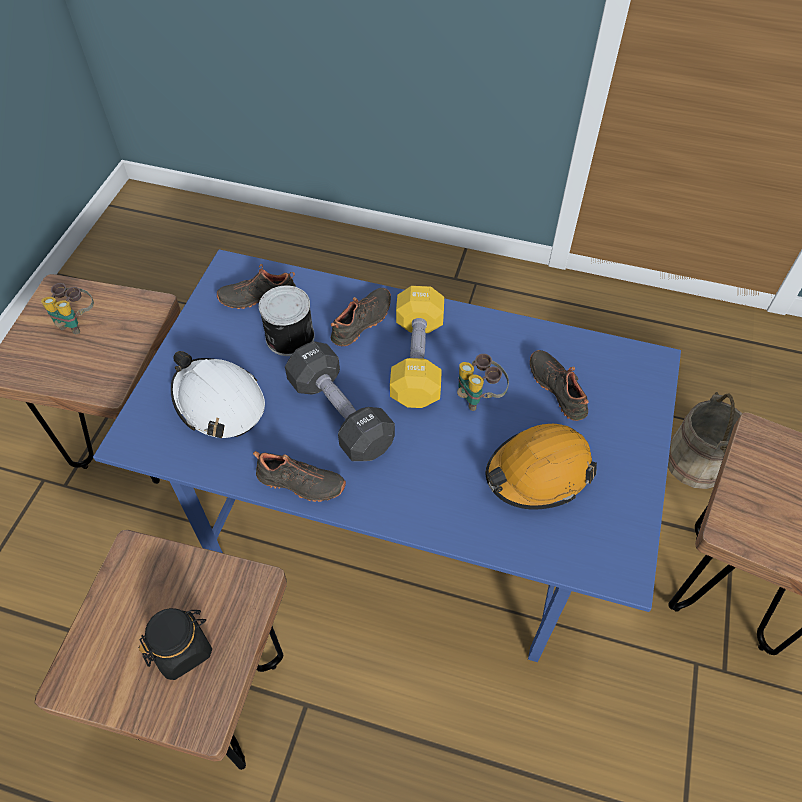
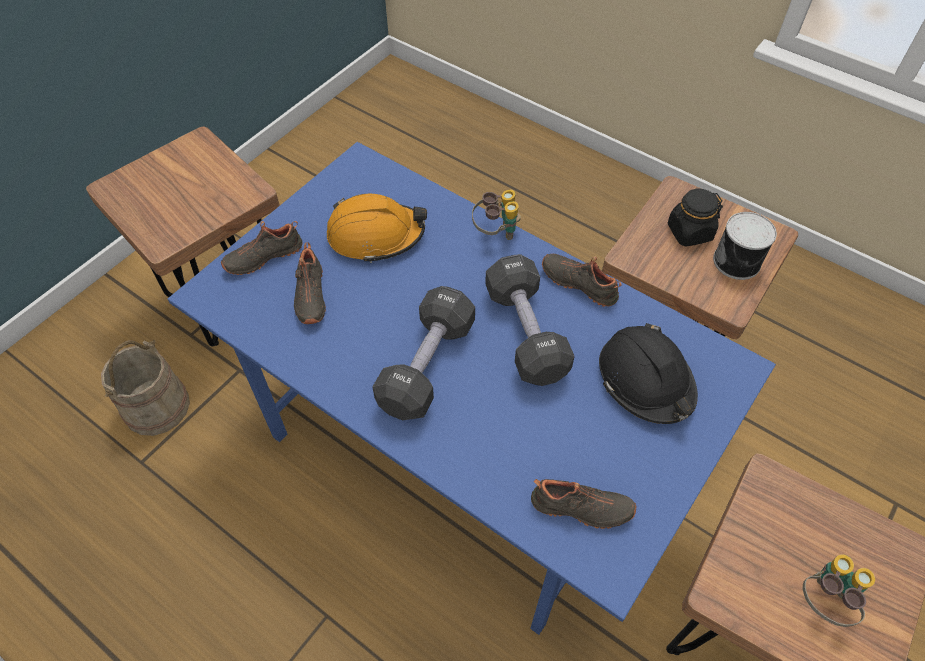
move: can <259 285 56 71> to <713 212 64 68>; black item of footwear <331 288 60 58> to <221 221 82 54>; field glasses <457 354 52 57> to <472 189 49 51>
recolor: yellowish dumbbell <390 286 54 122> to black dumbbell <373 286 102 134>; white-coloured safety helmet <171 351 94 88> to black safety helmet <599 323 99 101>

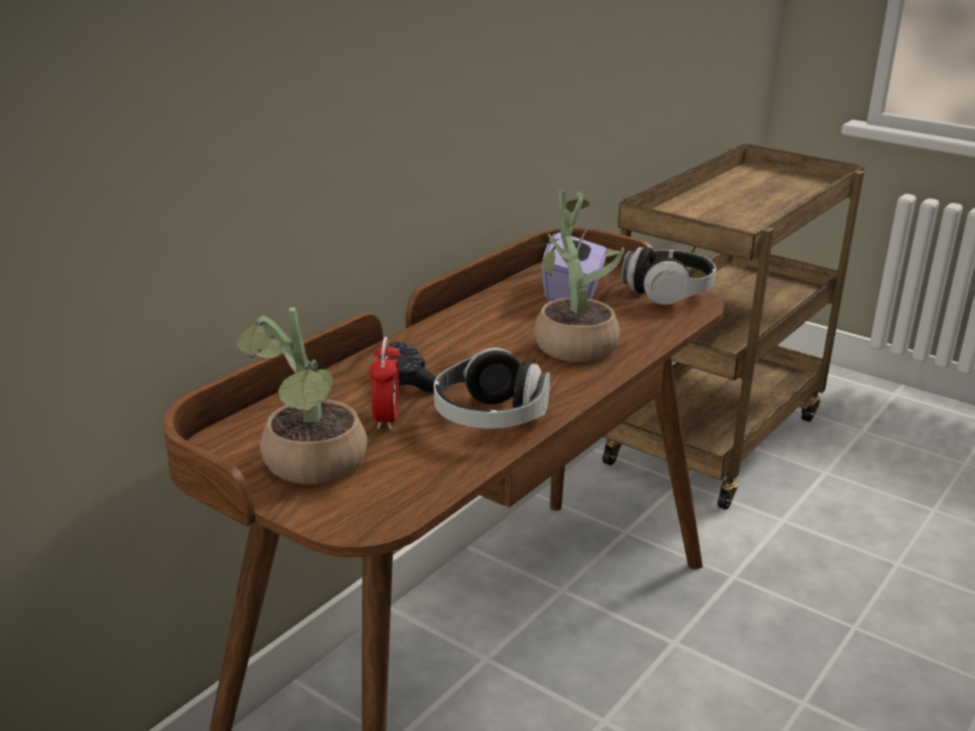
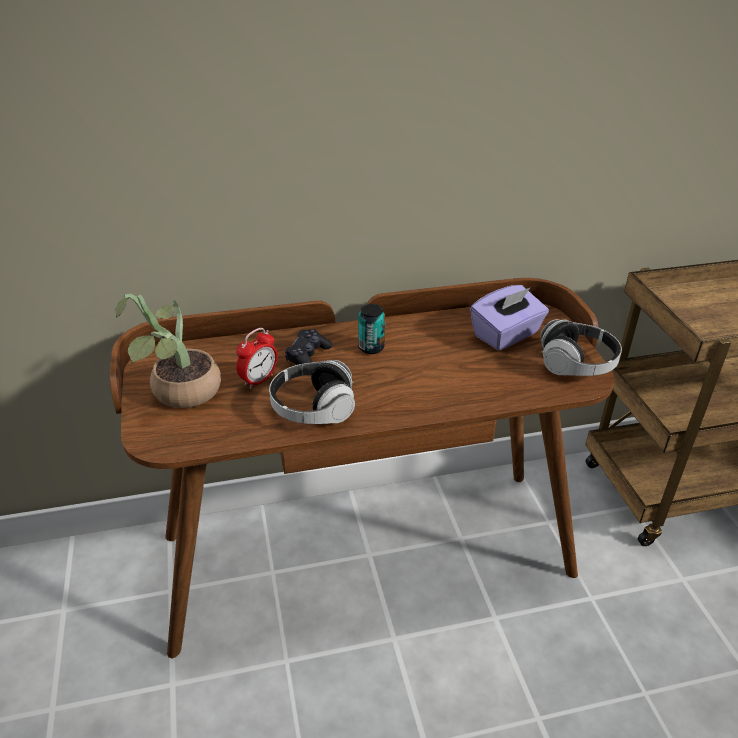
delete: houseplant <526 190 101 172>
insert: can <358 304 27 50>

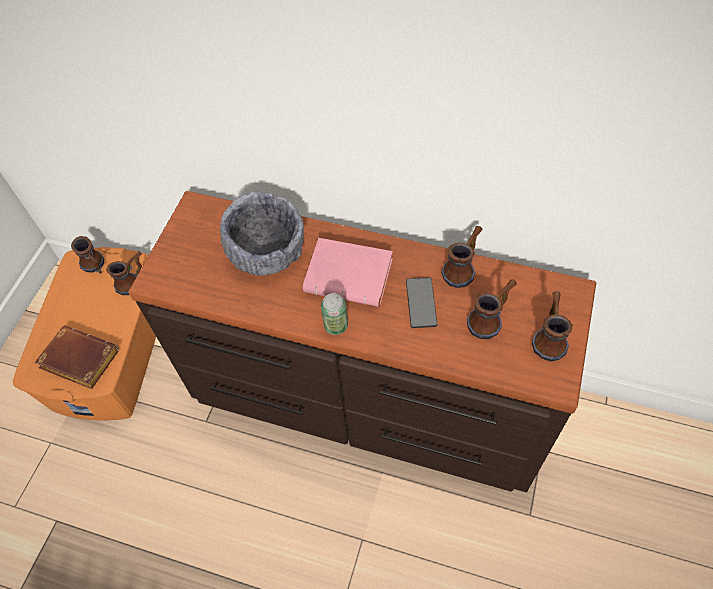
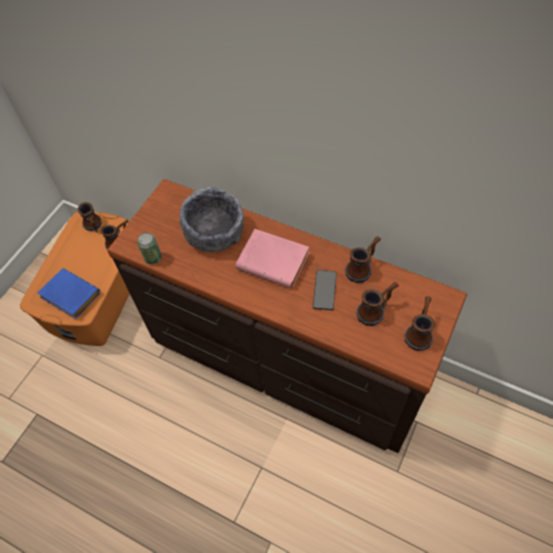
move: can <321 293 27 42> to <138 233 24 32>
recolor: brown-coloured bound book <34 326 85 63> to blue bound book <37 268 63 51>

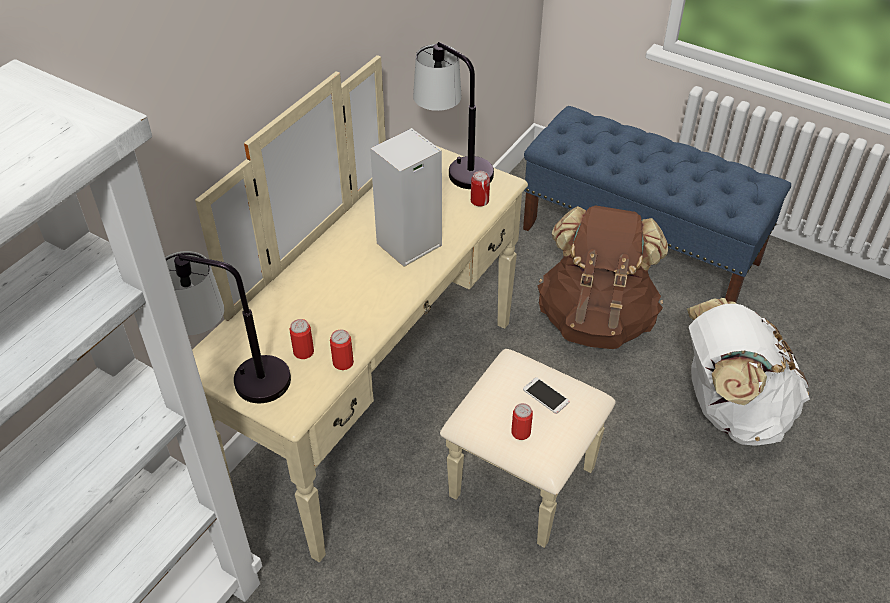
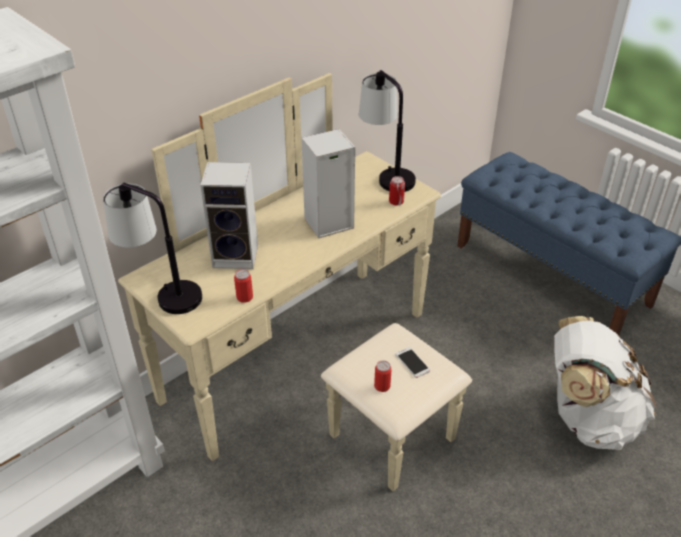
delete: brown-coloured rucksack <538 205 130 144>; can <290 319 24 40>
insert: audio speaker <200 162 58 107>

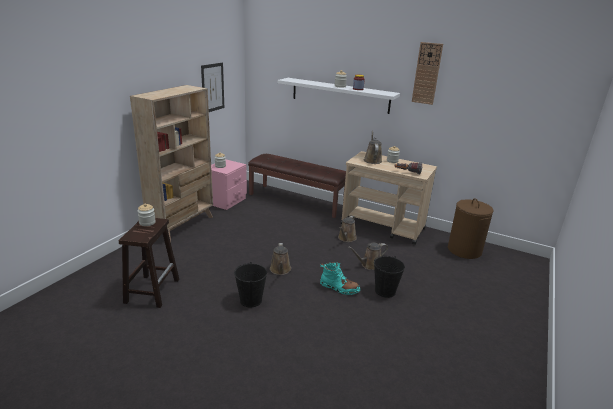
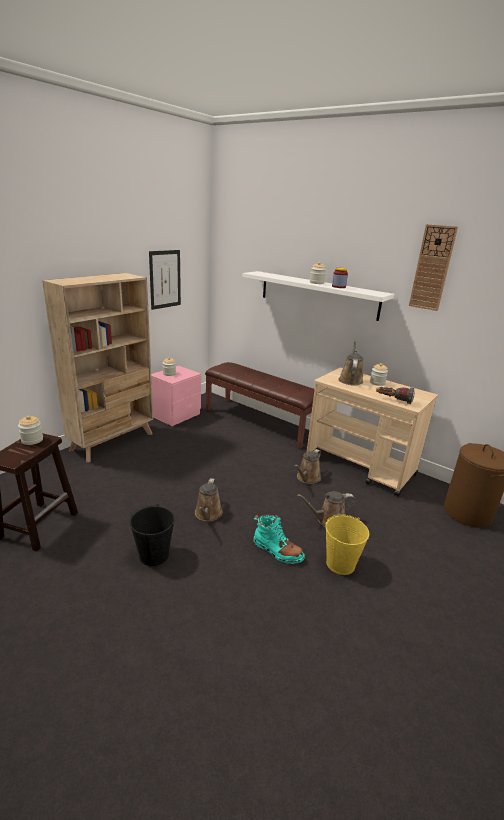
recolor: black water bucket <374 256 31 42> to yellowish water bucket <325 514 44 61>

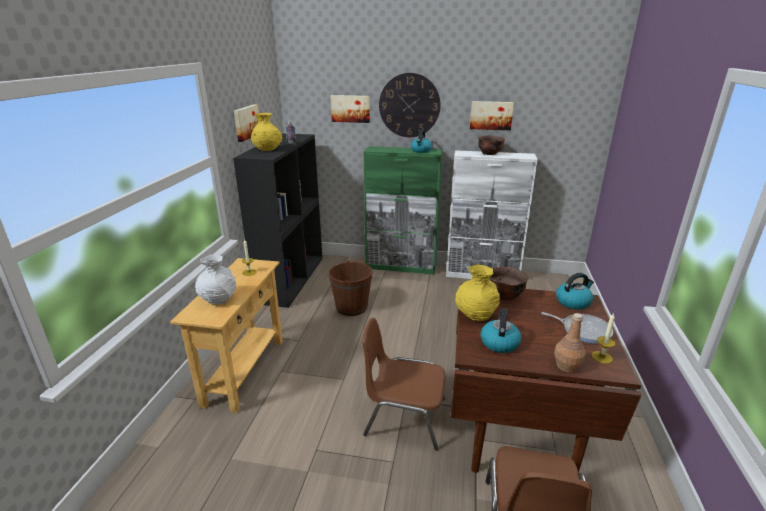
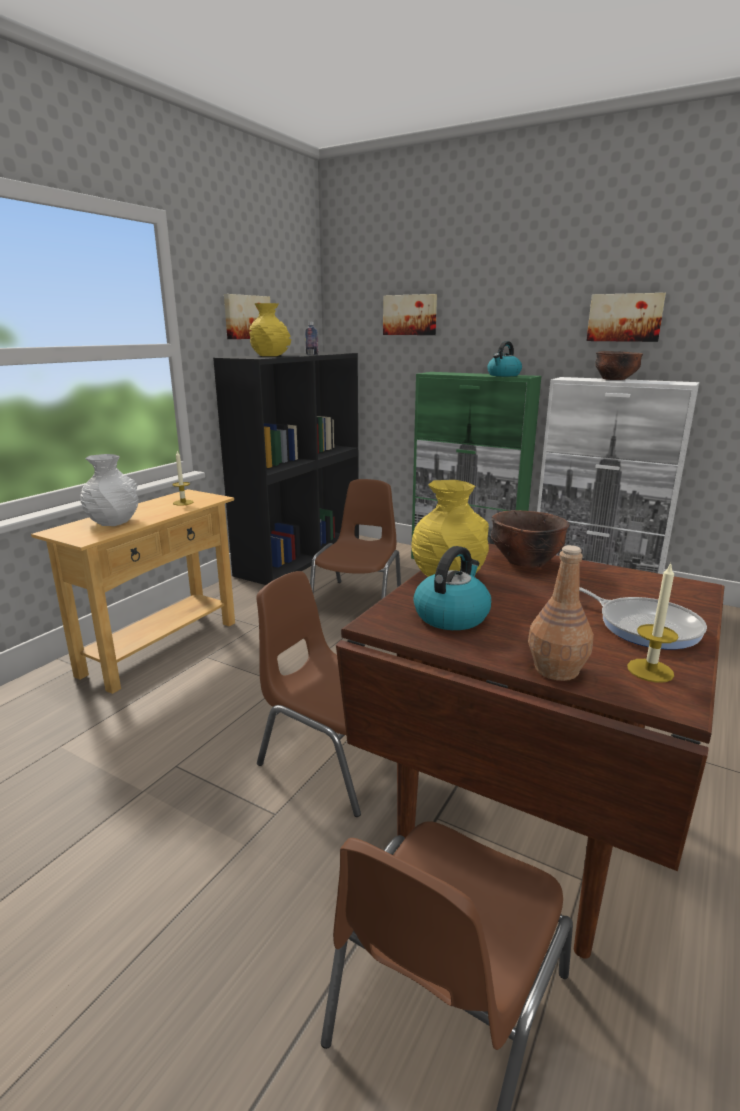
delete: wall clock <379 73 62 64>; water kettle <556 273 38 37>
replace: brown-coloured water bucket <328 260 45 56> to brown-coloured plain chair <310 479 91 120>

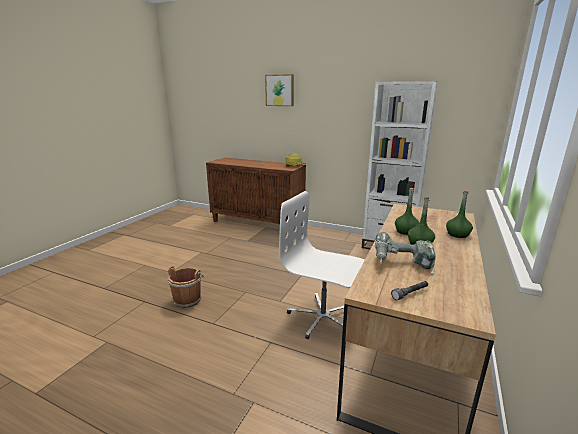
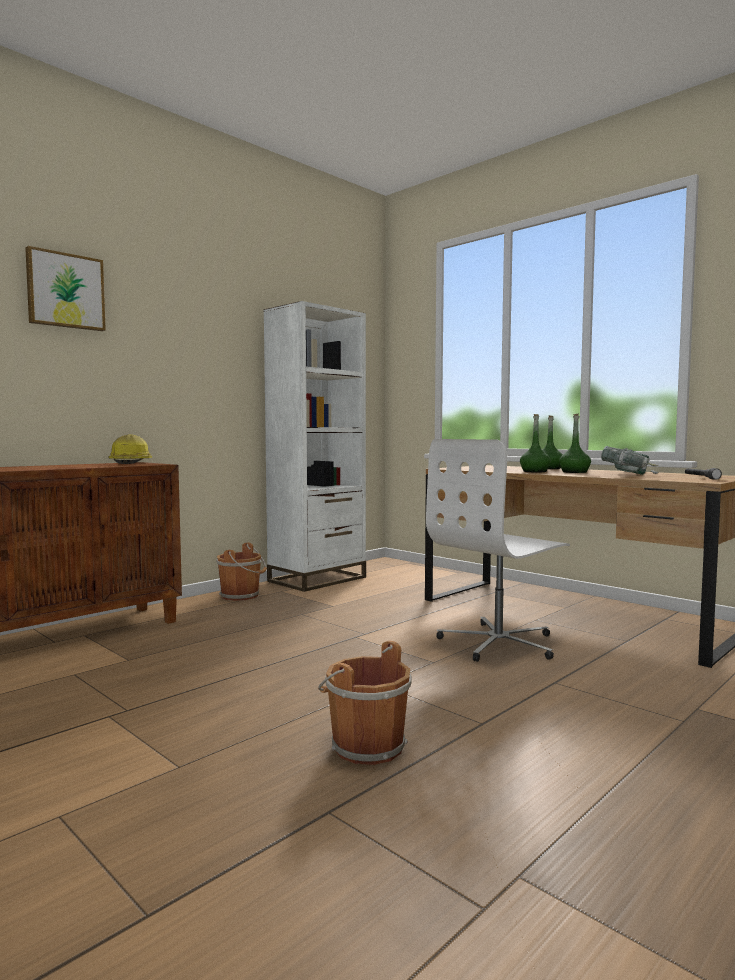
insert: brown-coloured water bucket <216 542 51 59>

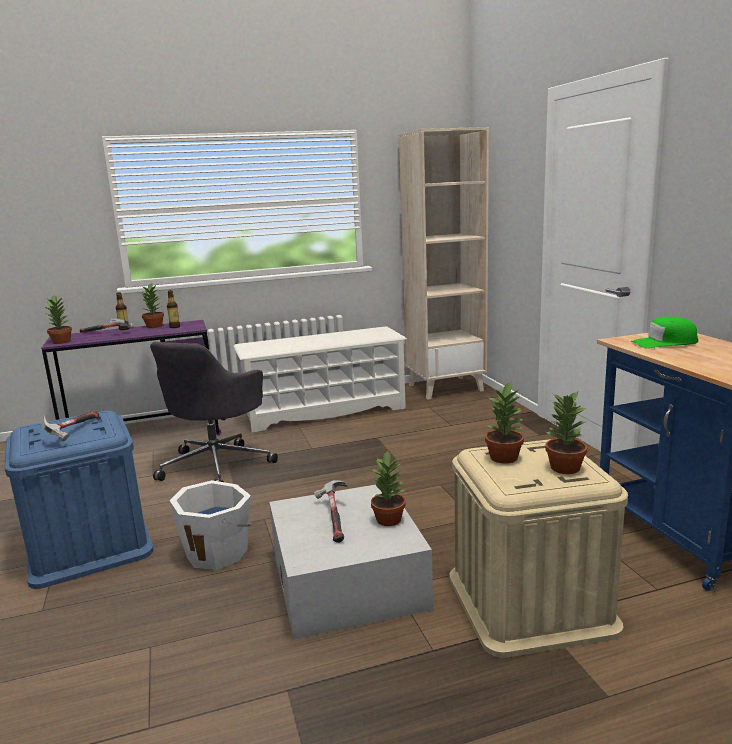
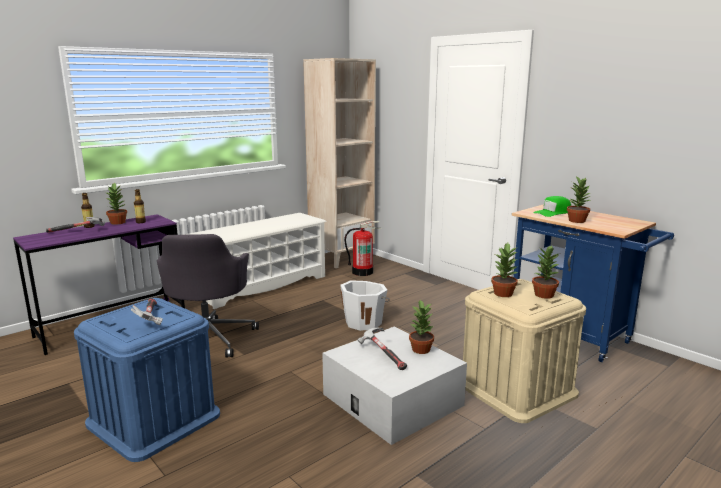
insert: fire-fighting cylinder <344 221 38 55>
move: houseplant <45 295 27 49> to <567 177 24 46>; white-coloured water bucket <170 480 82 90> to <340 280 50 51>

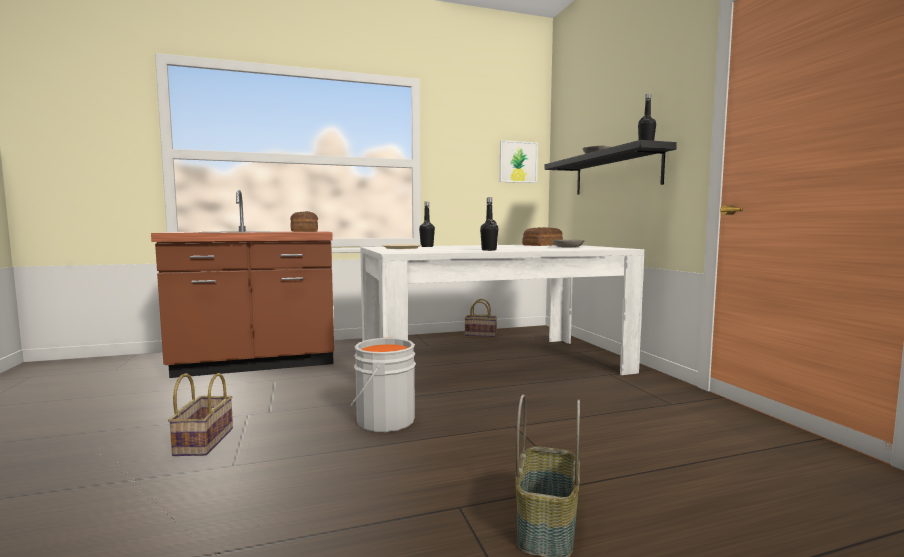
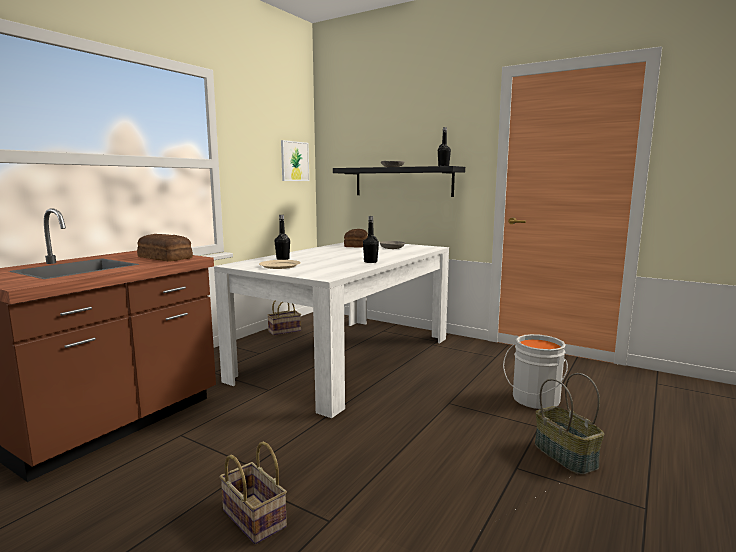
move: greyish water bucket <351 338 65 94> to <503 334 65 75>

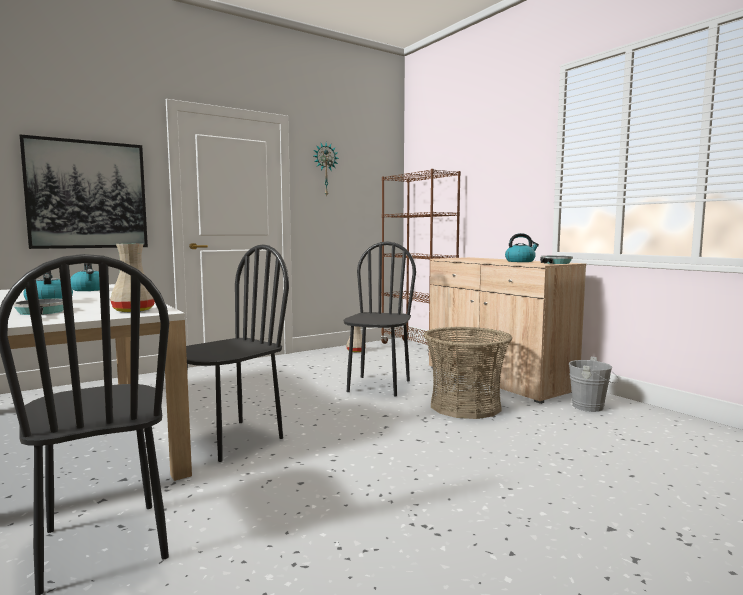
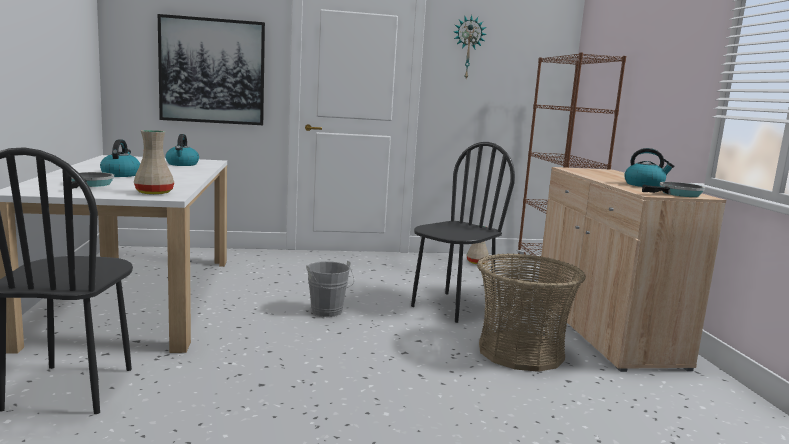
delete: black plain chair <186 244 103 218>
move: greyish water bucket <569 357 50 55> to <306 261 48 56>

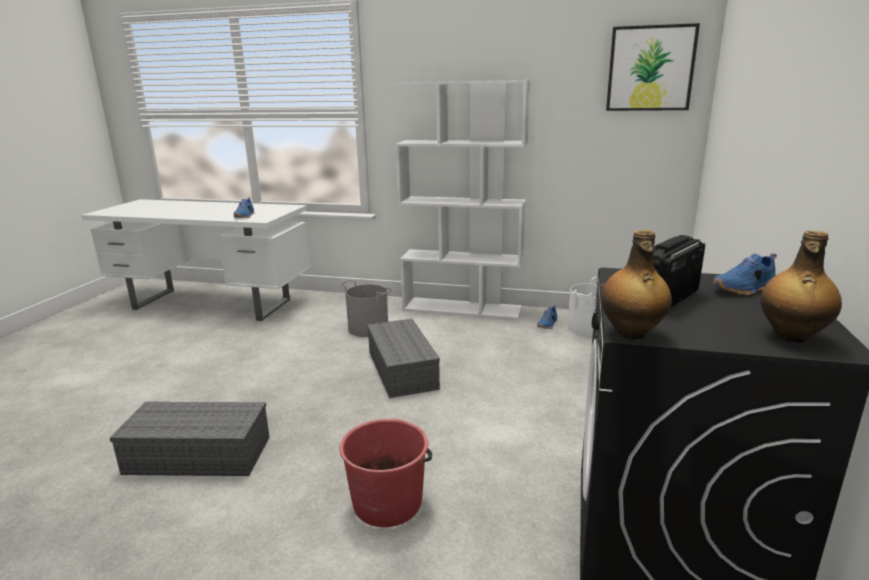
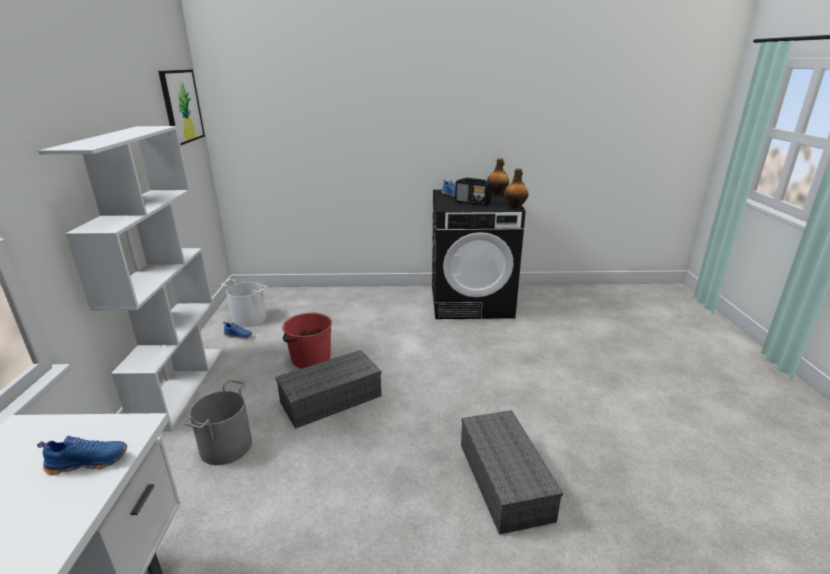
move: red water bucket <339 419 93 108> to <283 313 49 56>

